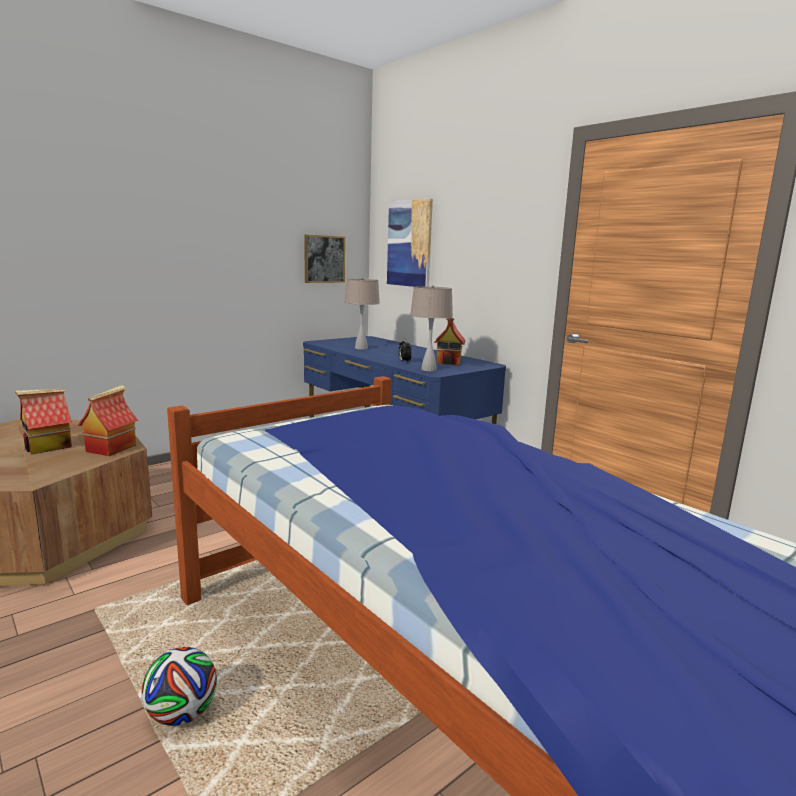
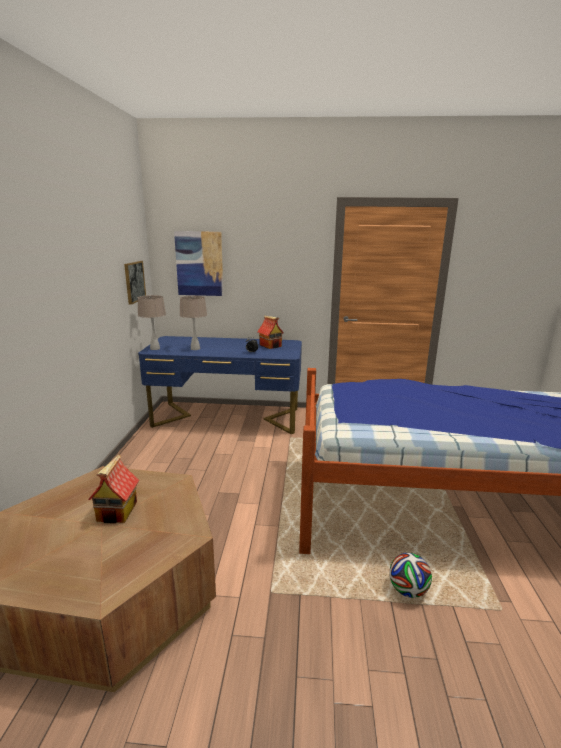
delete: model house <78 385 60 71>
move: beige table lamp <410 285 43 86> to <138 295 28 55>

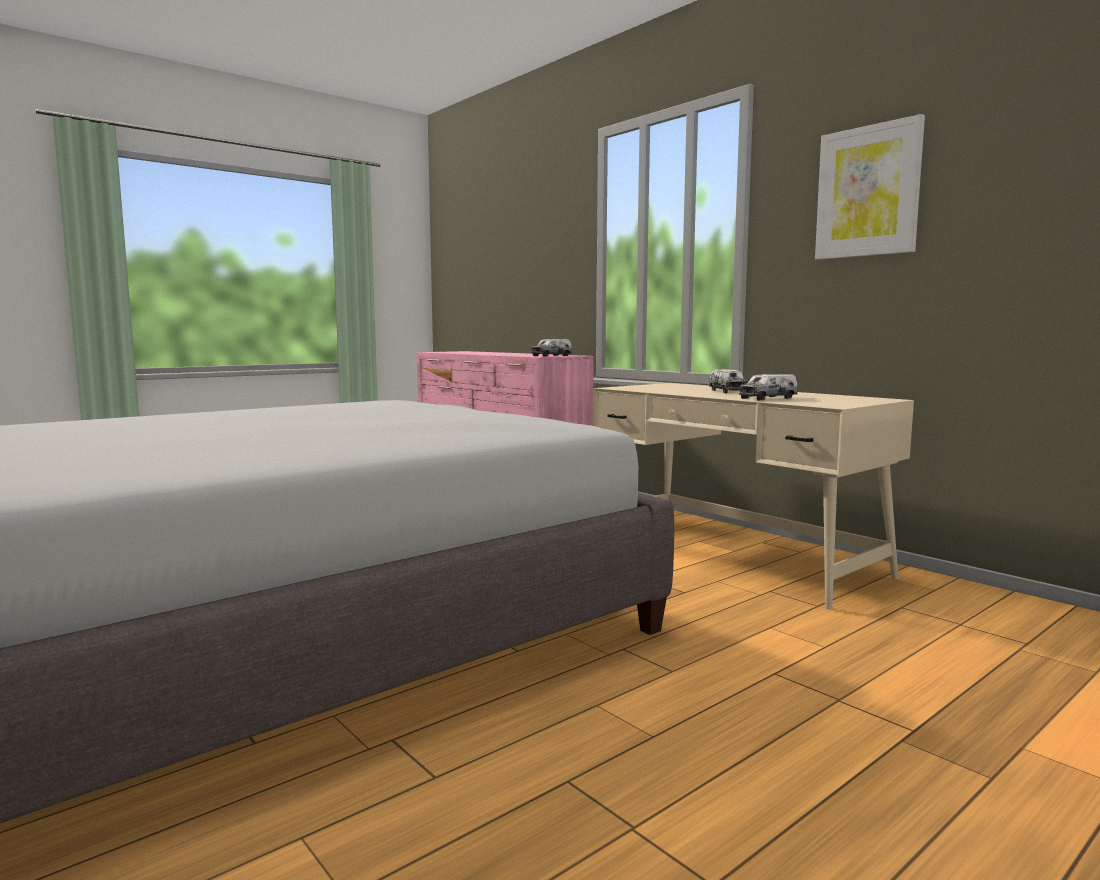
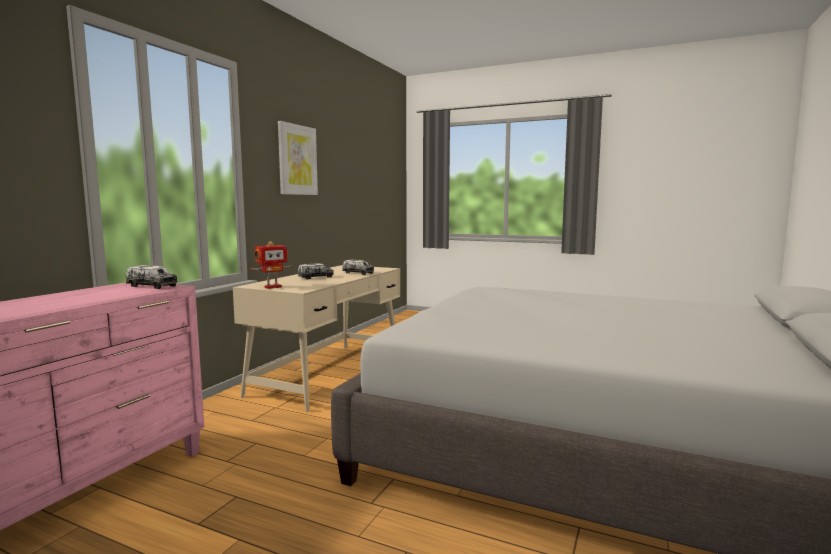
insert: robot figure <250 241 42 48>

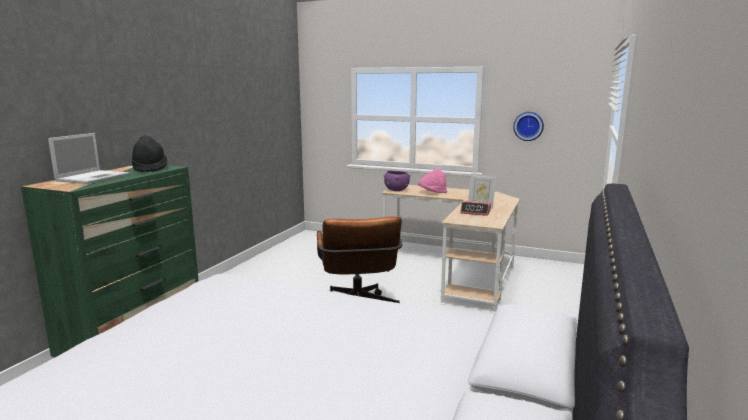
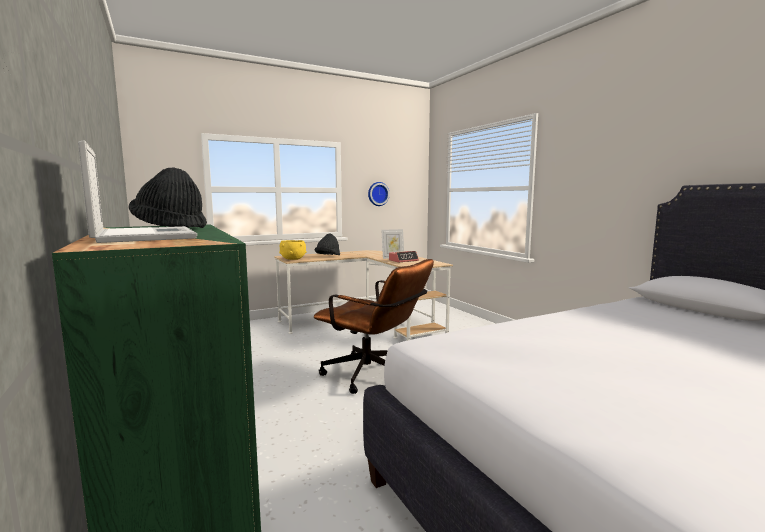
recolor: pinkish clothing hat <418 169 29 24> to black clothing hat <315 233 25 22>; purplish serving bowl <383 171 27 20> to yellowish serving bowl <279 240 28 20>

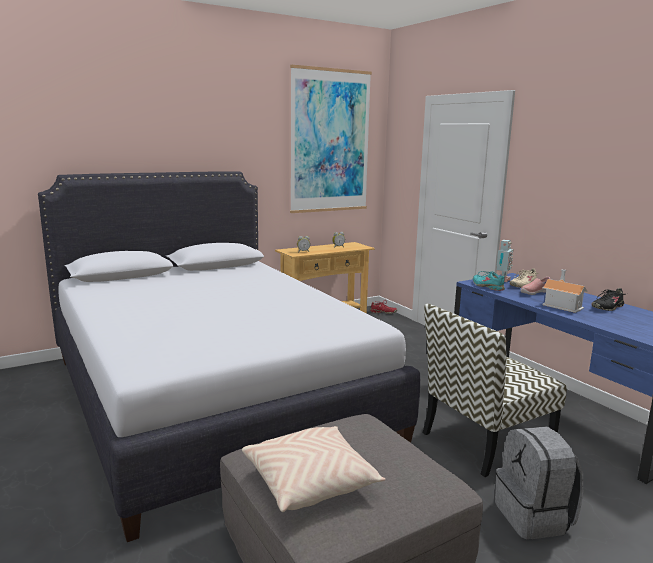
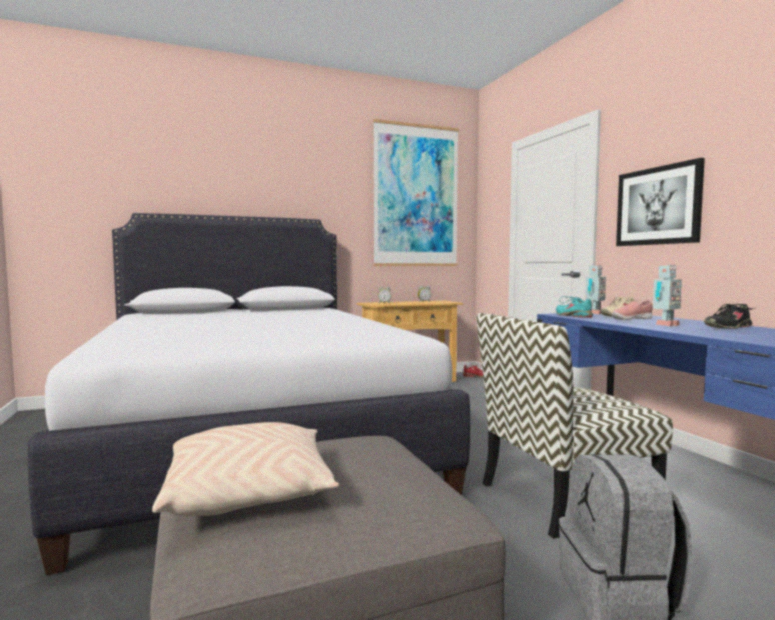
insert: wall art <616 158 89 88>
replace: model house <542 269 45 44> to robot figure <653 265 29 61>

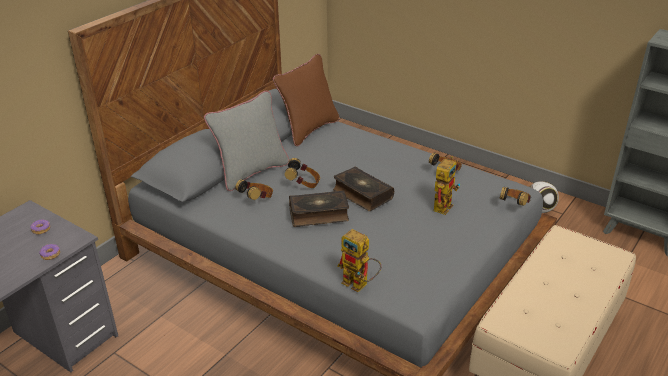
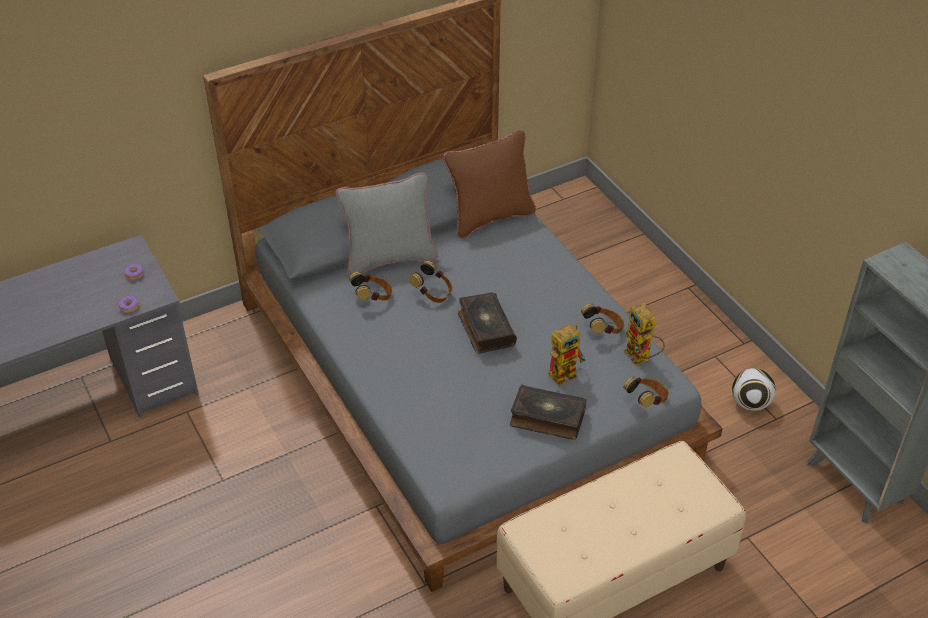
move: bound book <289 191 60 36> to <510 384 76 56>; robot figure <337 229 44 63> to <624 303 41 62>

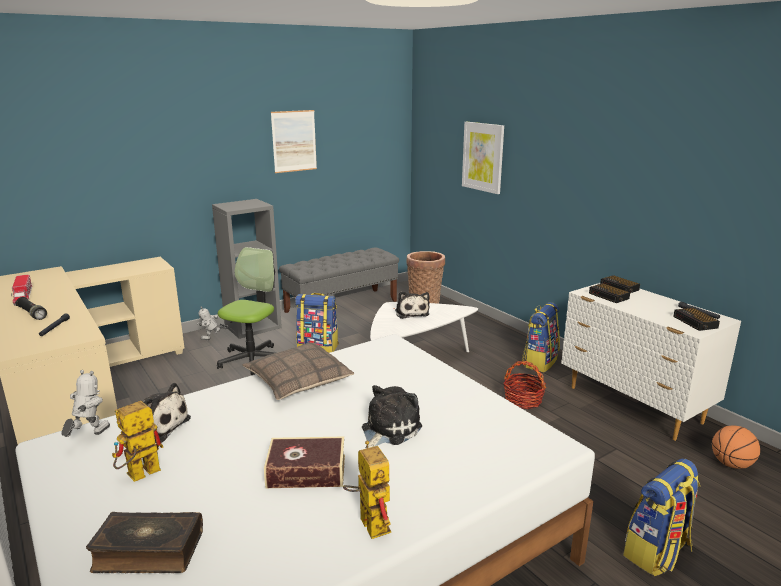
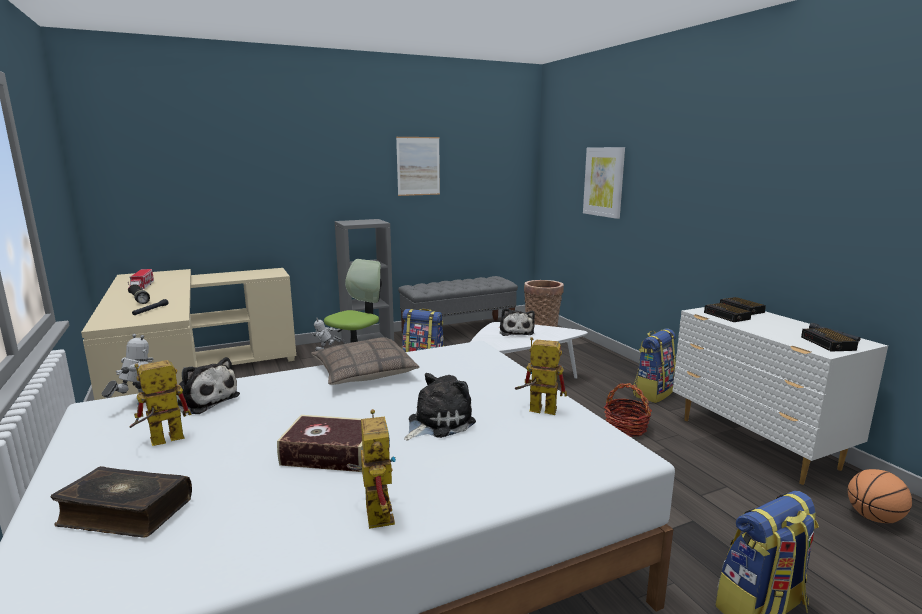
insert: robot figure <515 337 52 78>

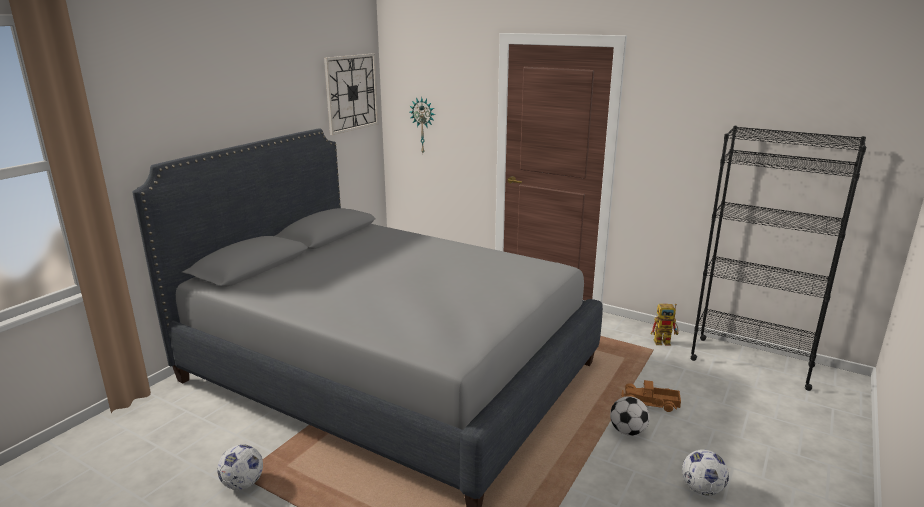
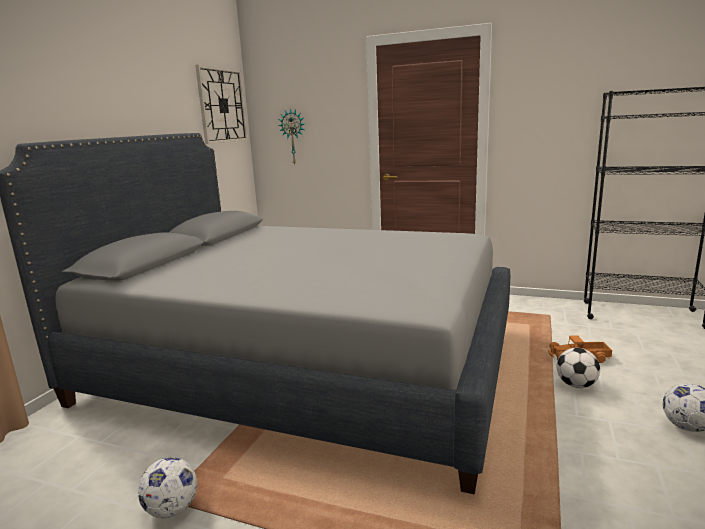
delete: robot figure <651 304 28 42>

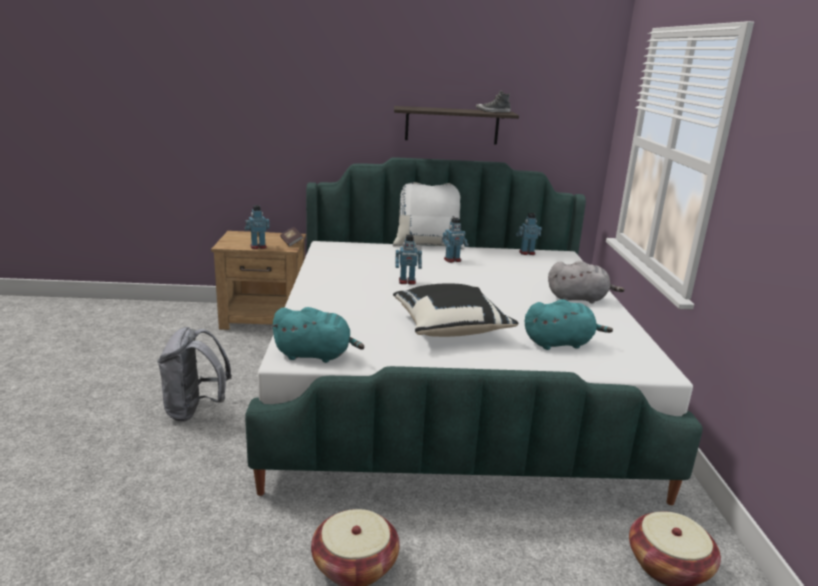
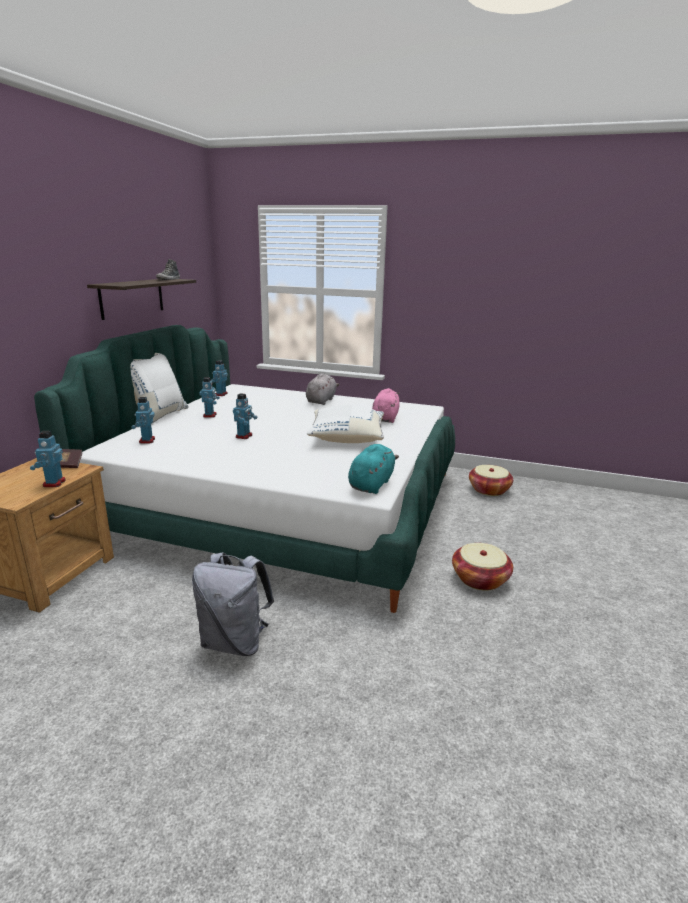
insert: robot figure <131 397 24 47>
recolor: black pillow <393 283 126 54> to white-coloured pillow <307 405 77 38>; turquoise-coloured cuddly toy <525 299 88 51> to pinkish cuddly toy <372 388 28 35>

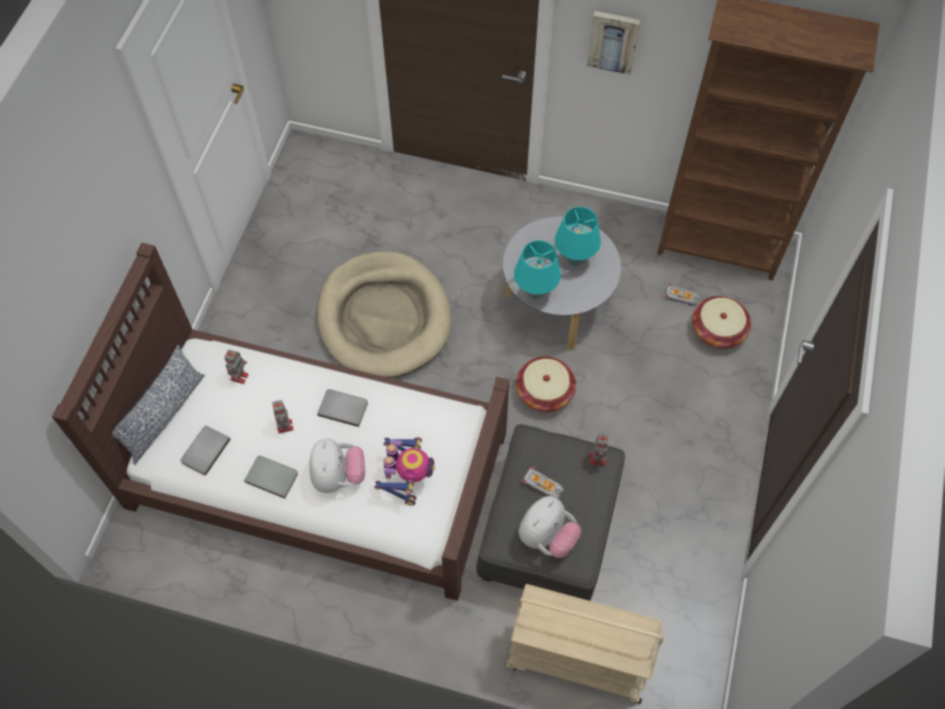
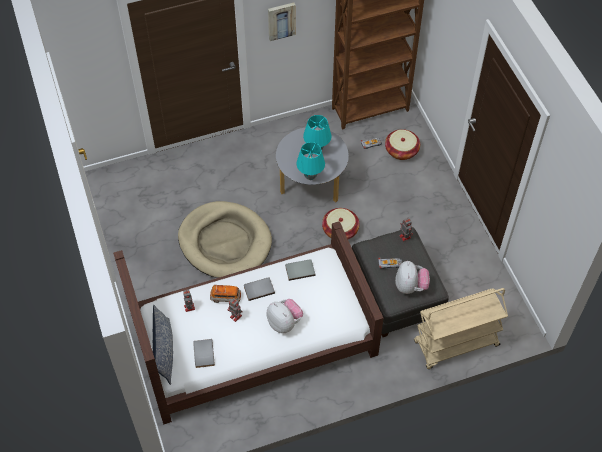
delete: robot figure <374 437 61 69>
insert: model car <210 285 31 18>
move: greyish bound book <244 456 54 42> to <285 259 30 22>

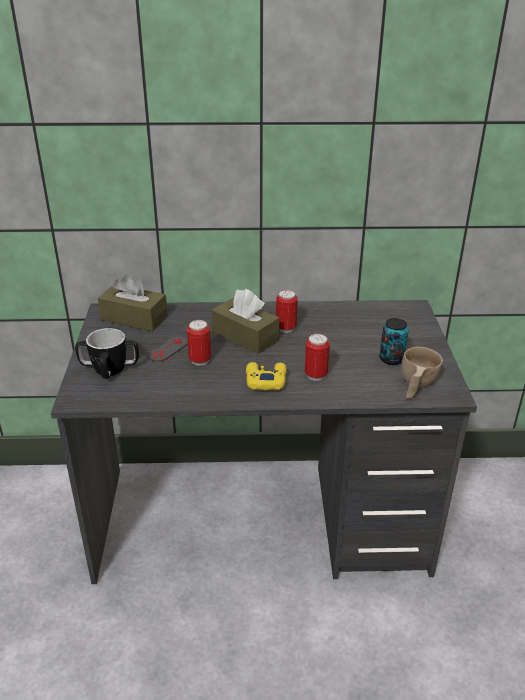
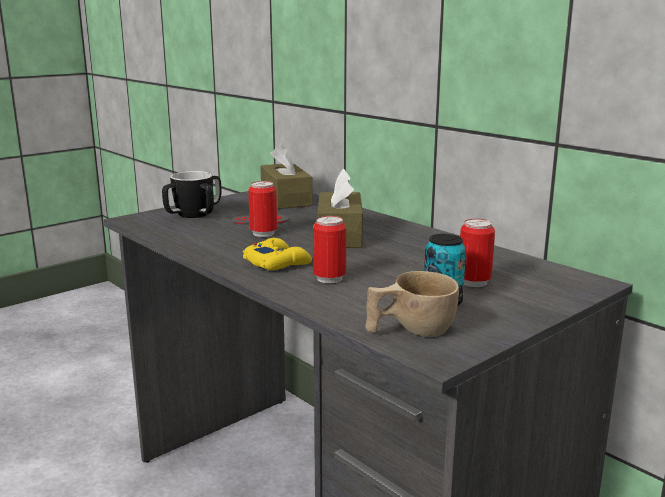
move: can <276 290 22 43> to <460 219 35 68>

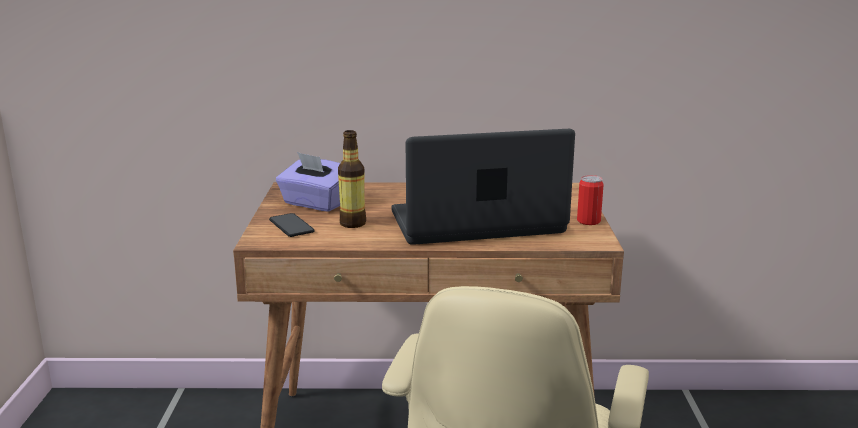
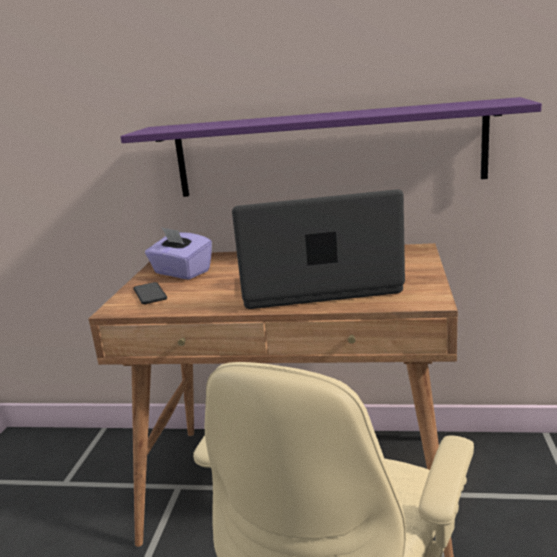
delete: bottle <338 130 28 98>; can <577 175 26 50>
insert: purplish bracket shelf <120 97 422 100>

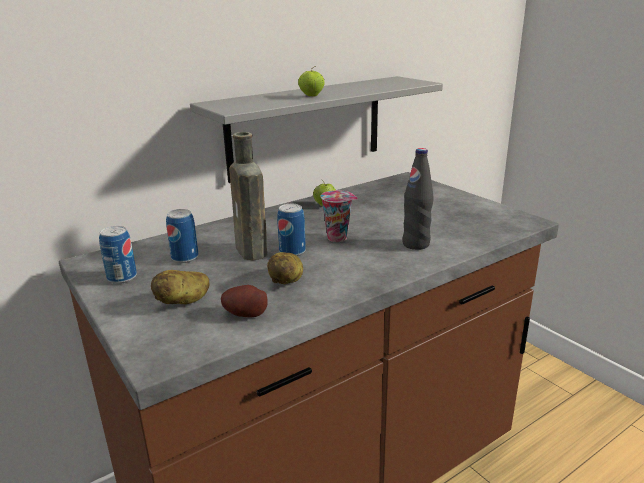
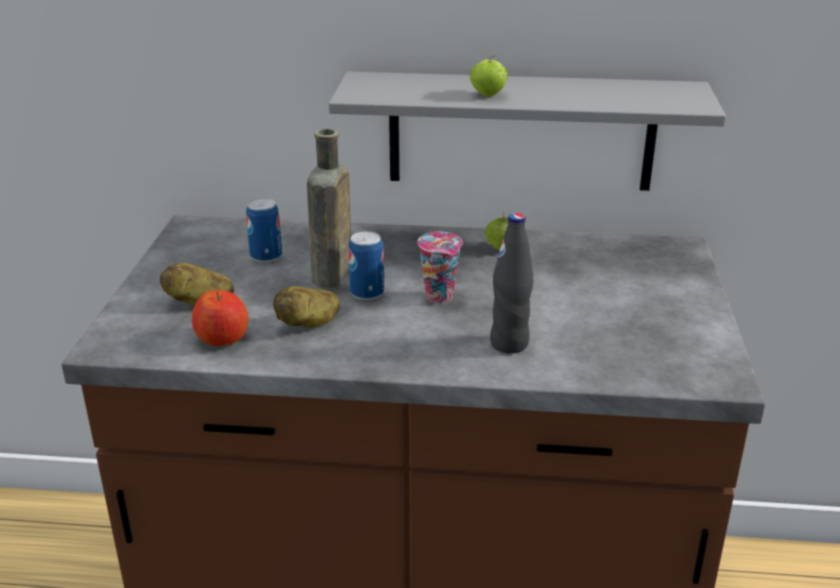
delete: can <99 226 38 58>
replace: whole potato <221 285 47 33> to apple fruit <192 290 57 56>

